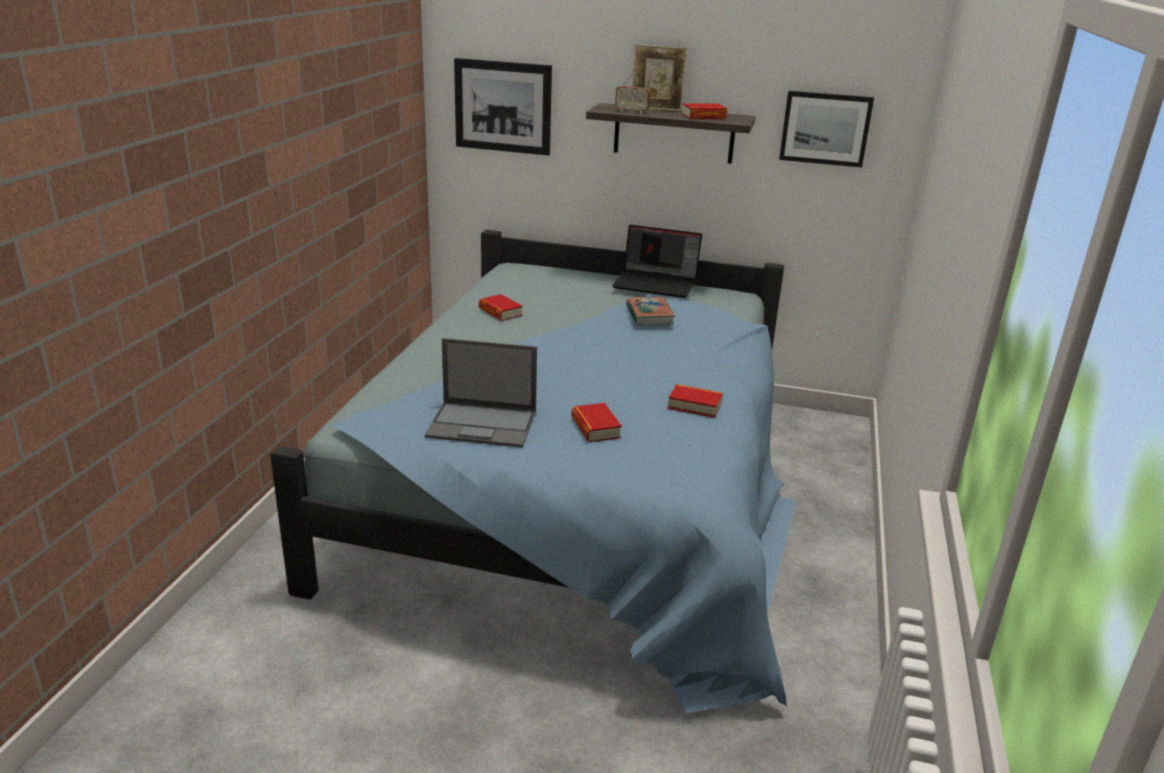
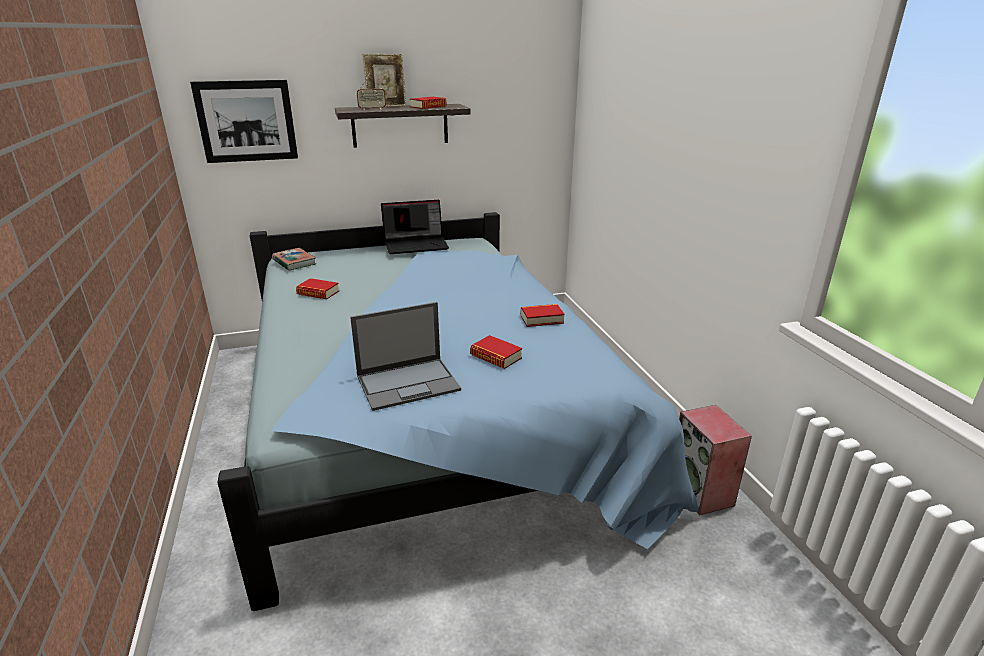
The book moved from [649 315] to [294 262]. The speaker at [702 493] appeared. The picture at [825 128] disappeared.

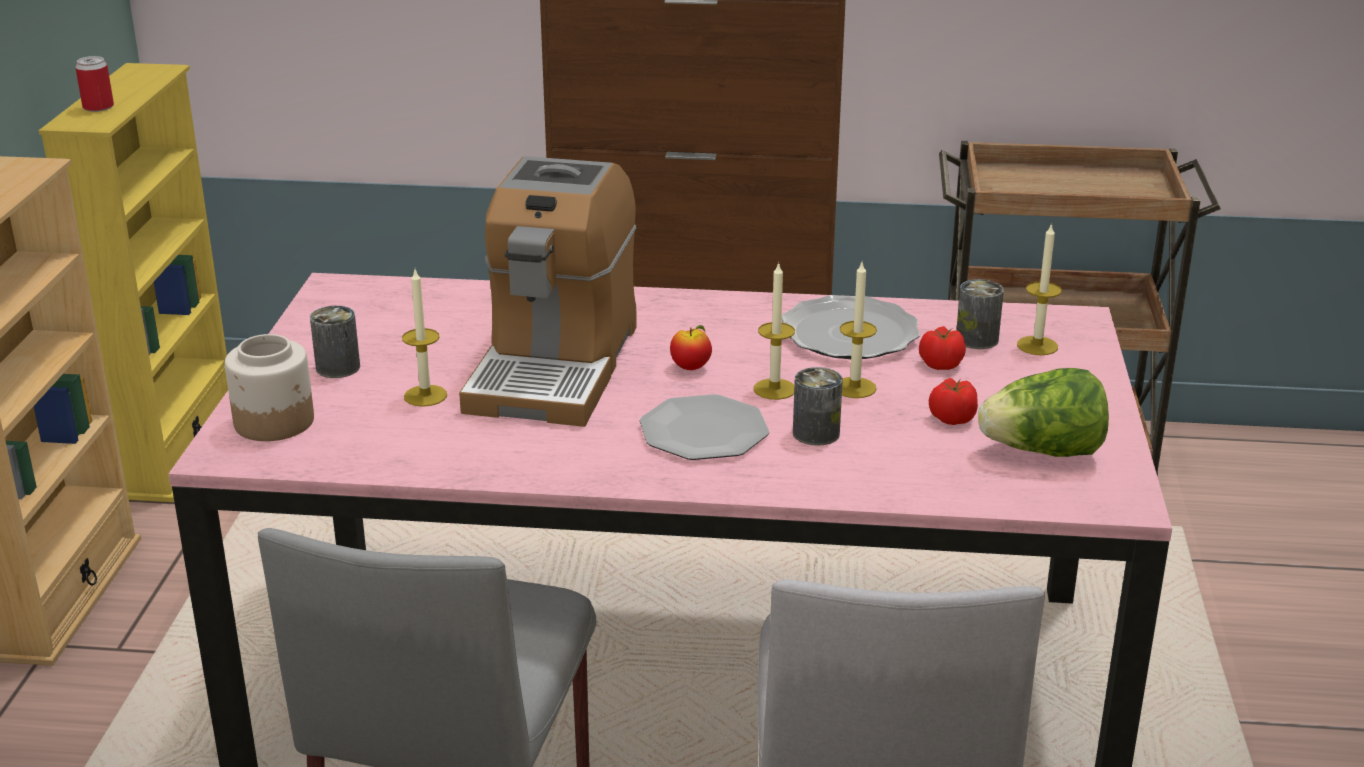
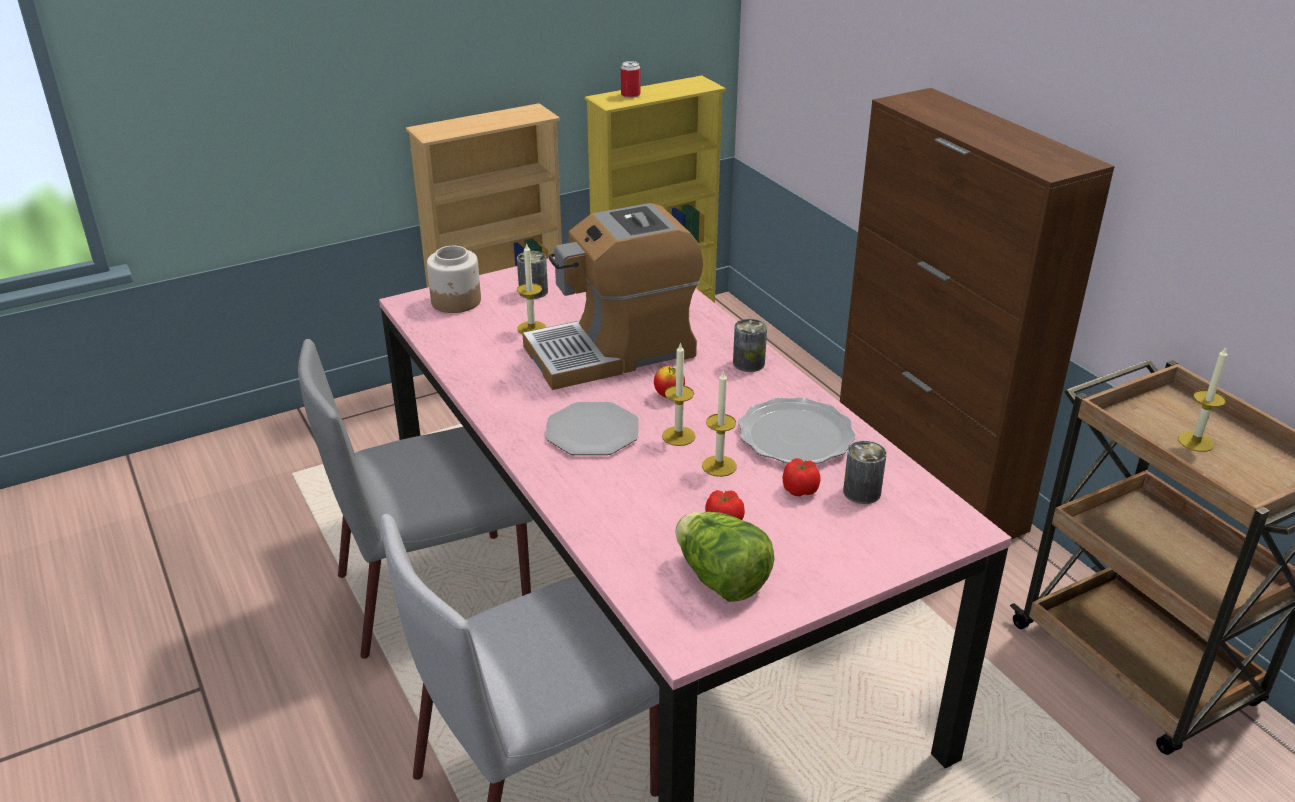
The can moved from [816 433] to [748 363]. The candle moved from [1037 346] to [1195 441].

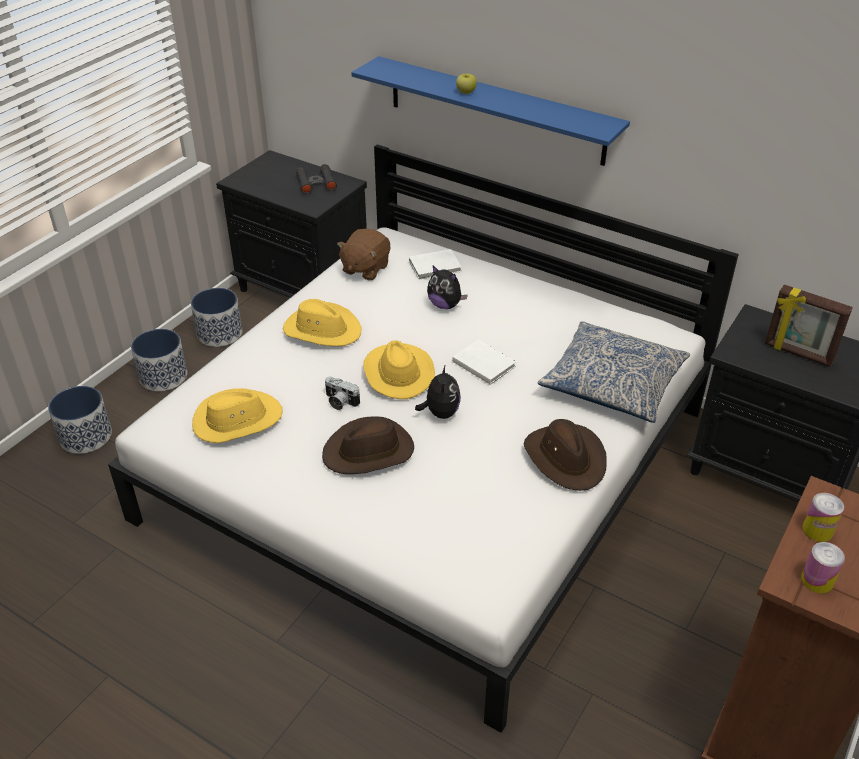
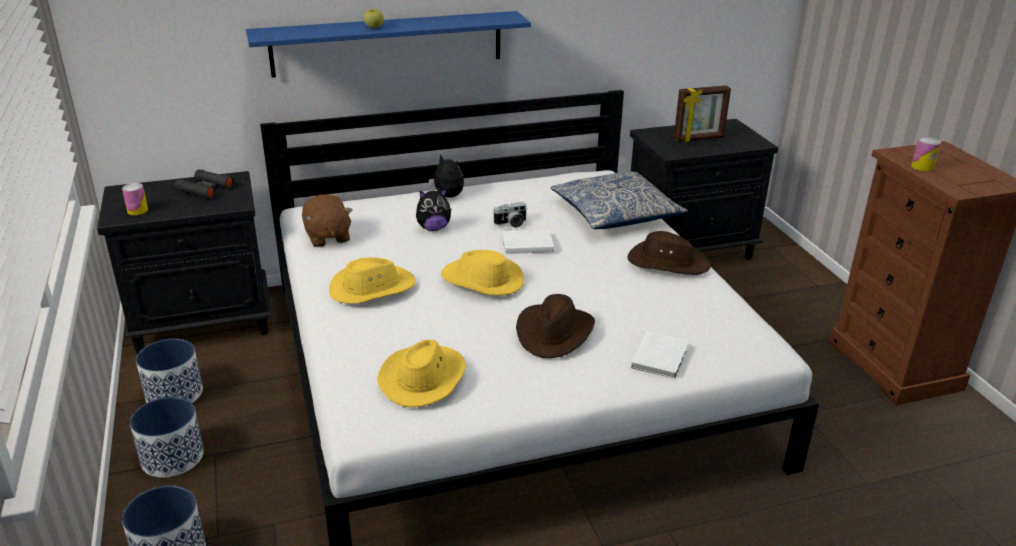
The can moved from [817 580] to [137 210]. The plush toy moved from [440 413] to [447 196]. The photo camera moved from [340 402] to [511 223]. The book in white moved from [436 266] to [661 356].

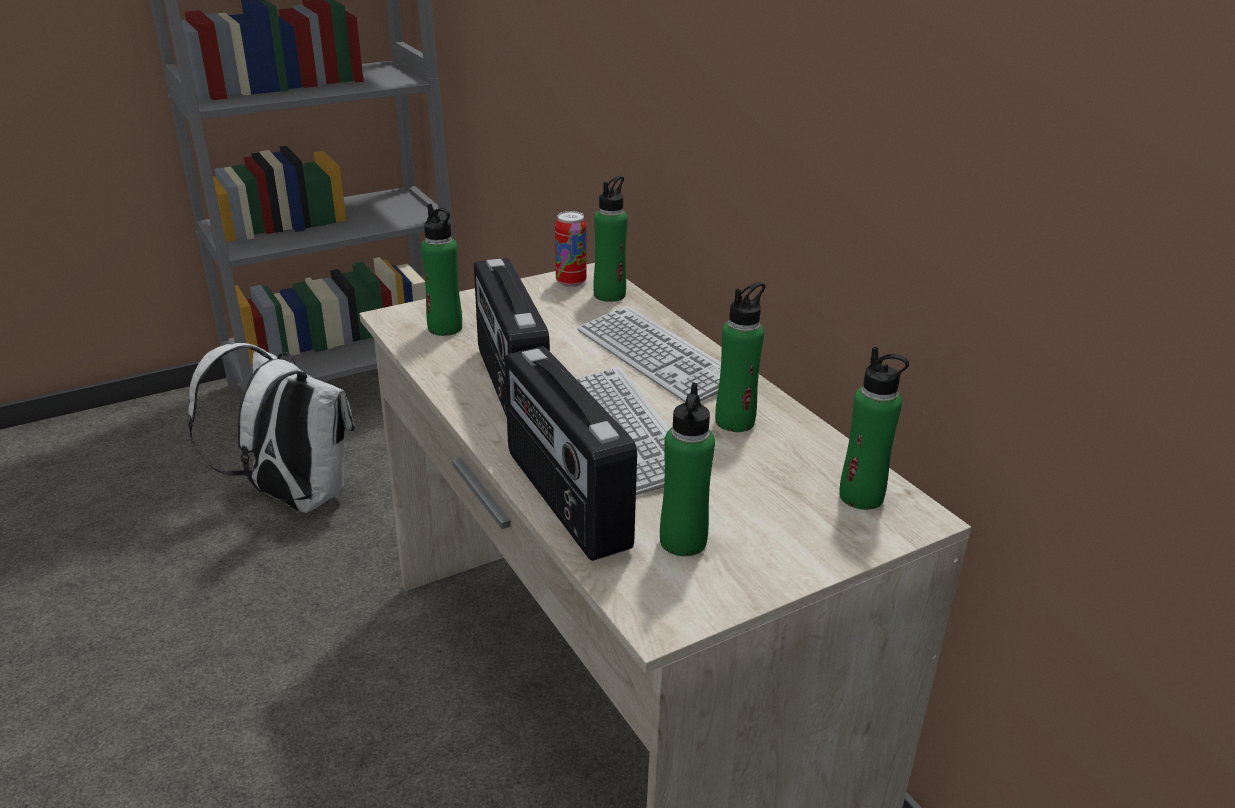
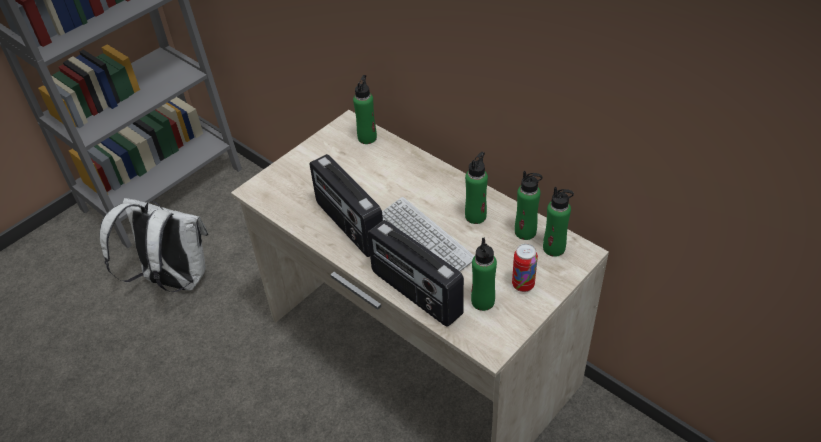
The can moved from [571 282] to [523 285]. The bottle in green moved from [445 328] to [525 232]. The keyboard at [656 357] disappeared.

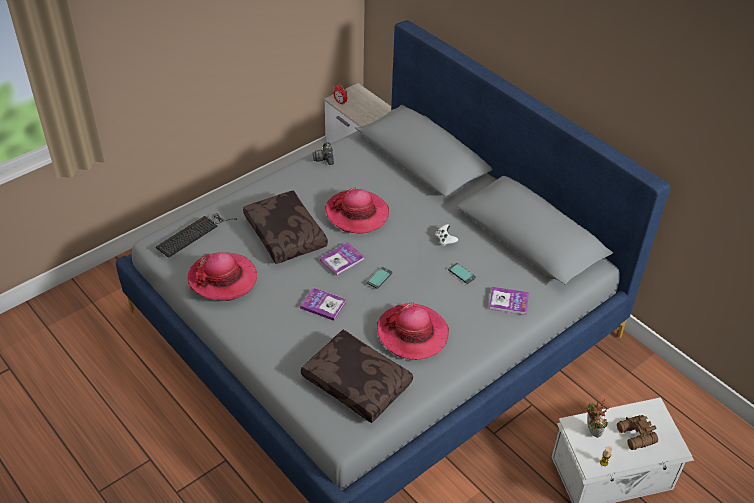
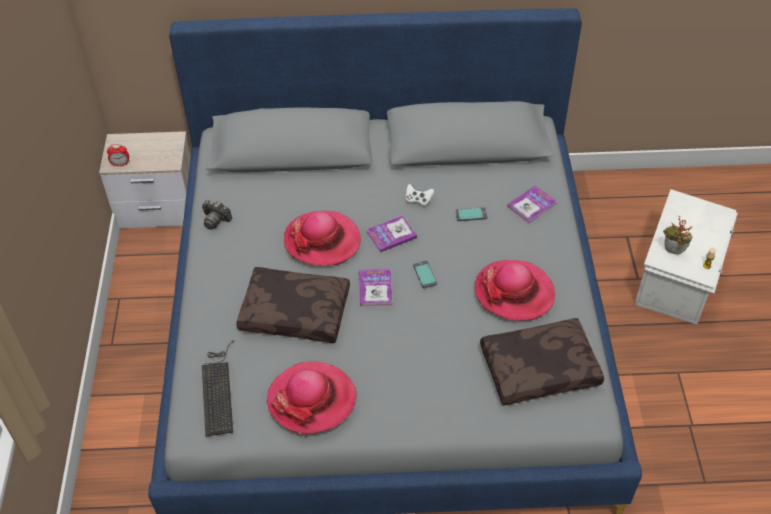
The book moved from [323 305] to [391 235]. The binoculars in brown at [635 436] disappeared.

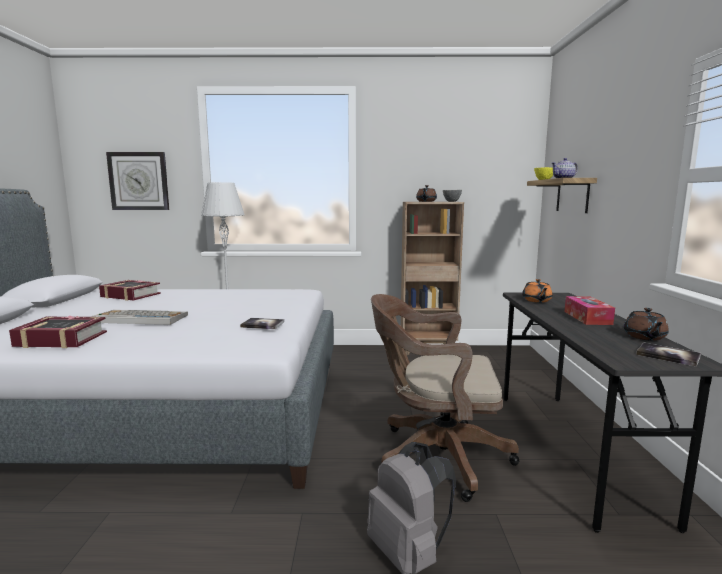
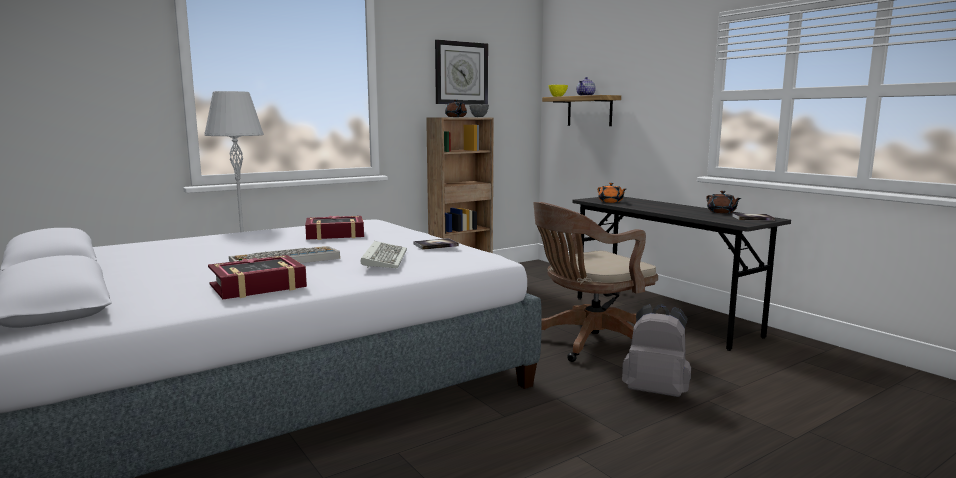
The book moved from [130 295] to [335 234]. The keyboard at [384 258] appeared. The wall clock moved from [139 181] to [461 73]. The tissue box at [587 318] disappeared.

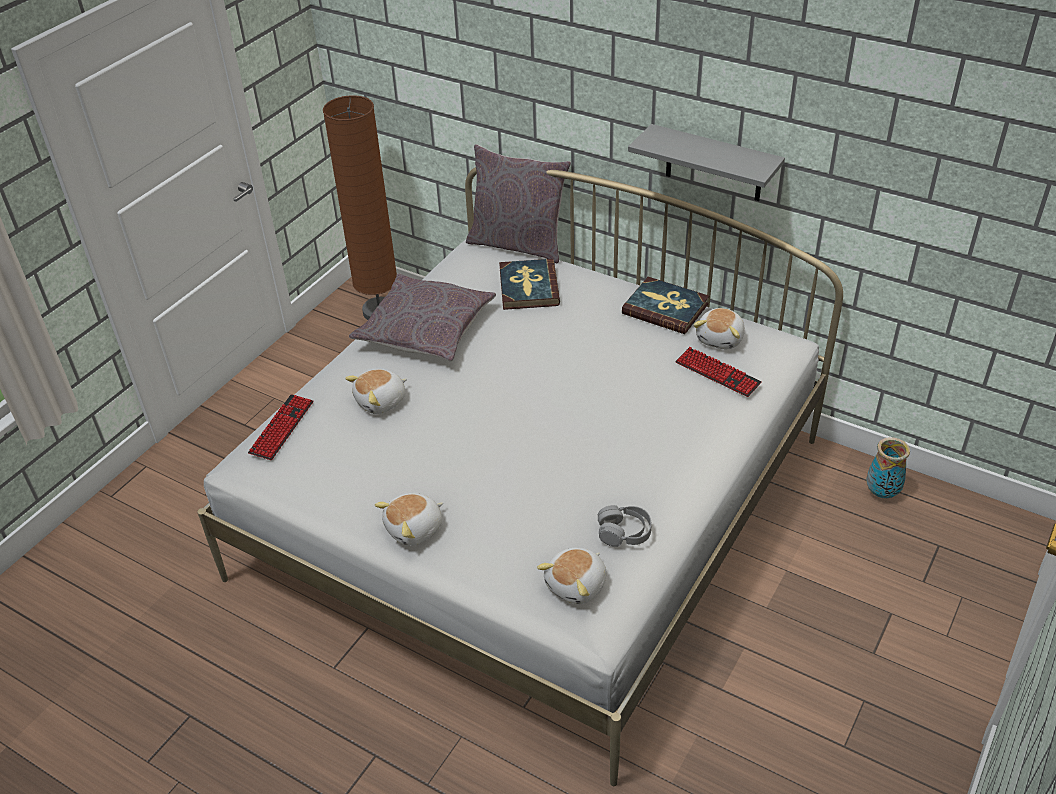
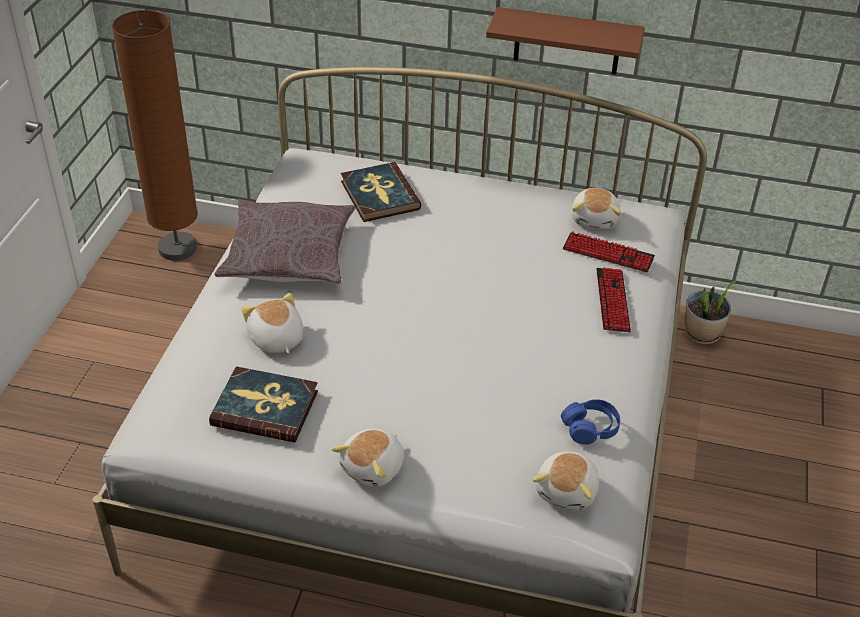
The book moved from [665 308] to [265 408]. The plush toy at [381 401] turned 120 degrees clockwise. The shelf in grey at [714 164] became the shelf in brown at [567 41]. The headphones in grey at [624 532] became the headphones in blue at [590 428]. The keyboard moved from [282 428] to [612 301]. The potted plant at [702 334] appeared. The pillow in grey at [518 244] disappeared. The vase at [882 492] disappeared.

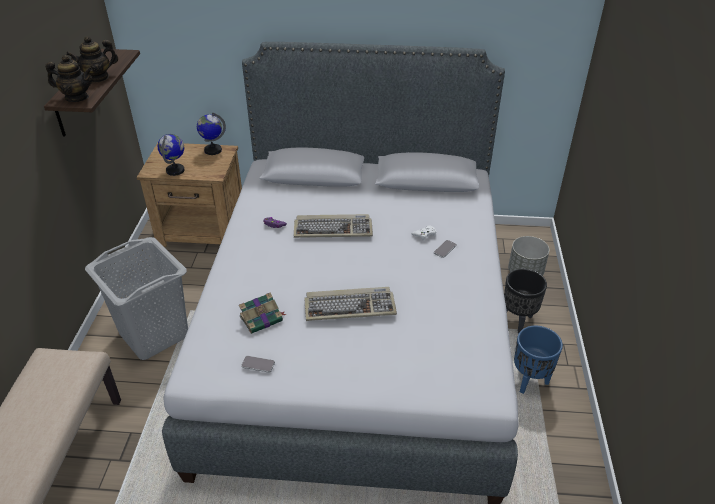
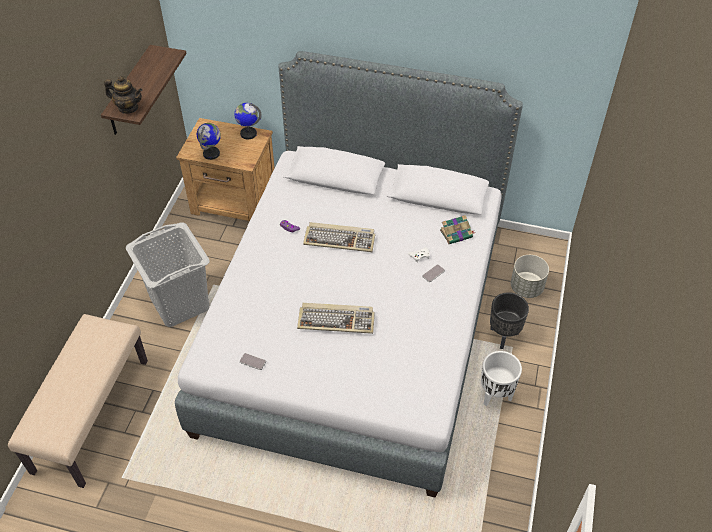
The book moved from [262 318] to [456 234]. The planter in blue at [530 381] became the planter in white at [495 396]. The teapot at [98 77] disappeared.

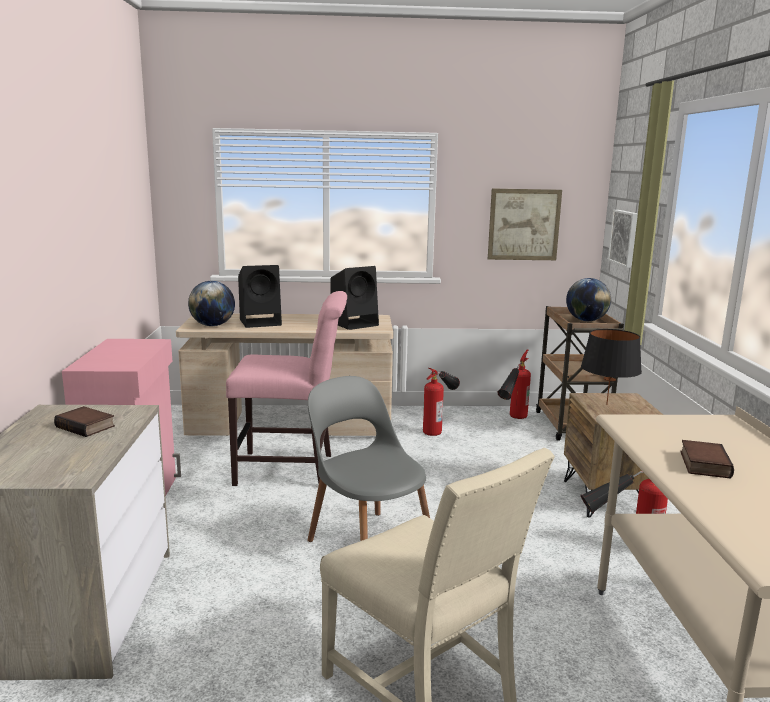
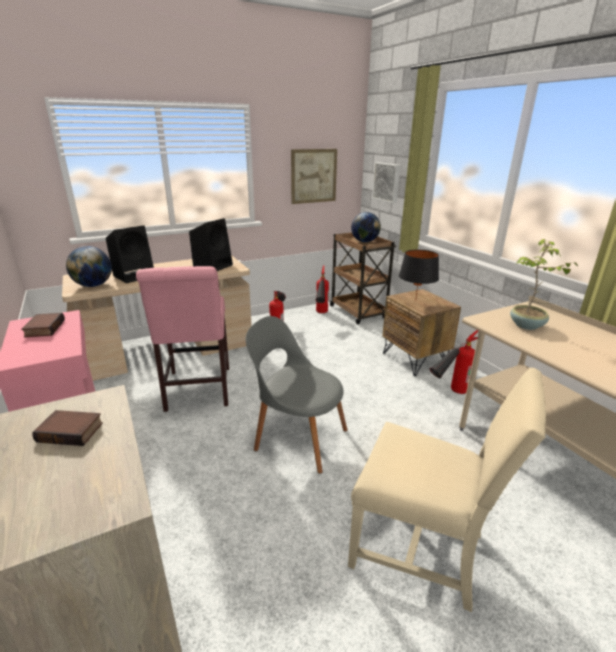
The book moved from [702 464] to [44 328]. The chair in pink at [291 470] turned 105 degrees clockwise. The potted plant at [527 326] appeared.

